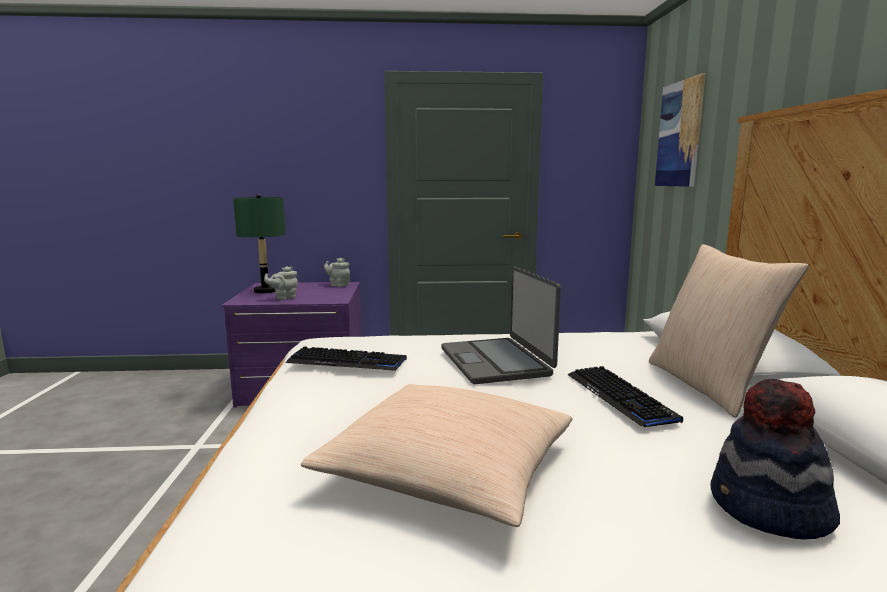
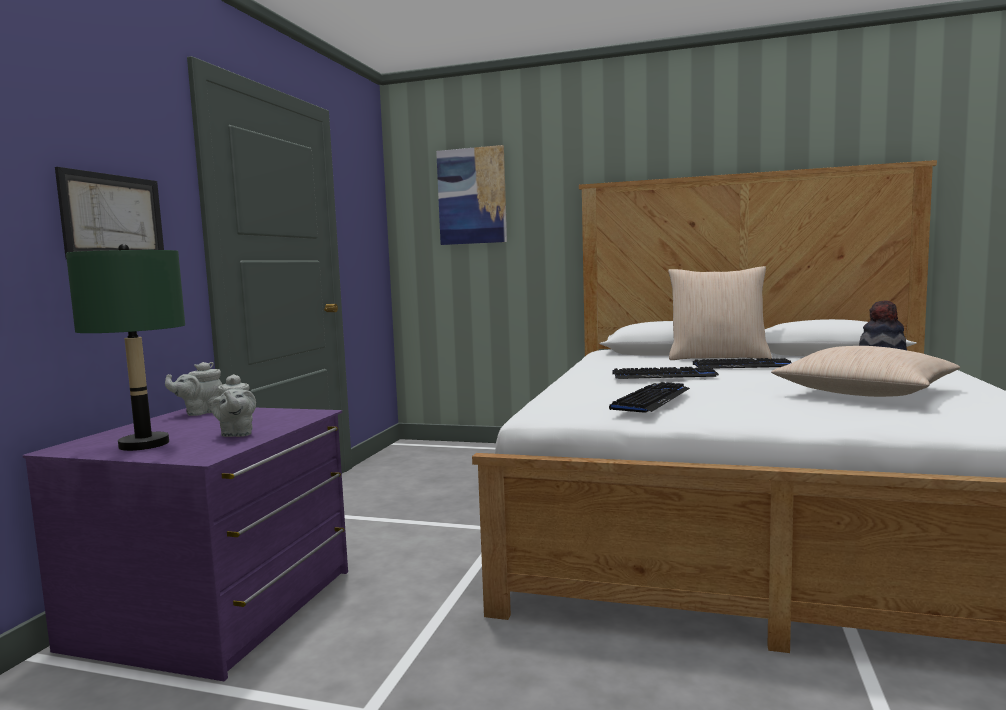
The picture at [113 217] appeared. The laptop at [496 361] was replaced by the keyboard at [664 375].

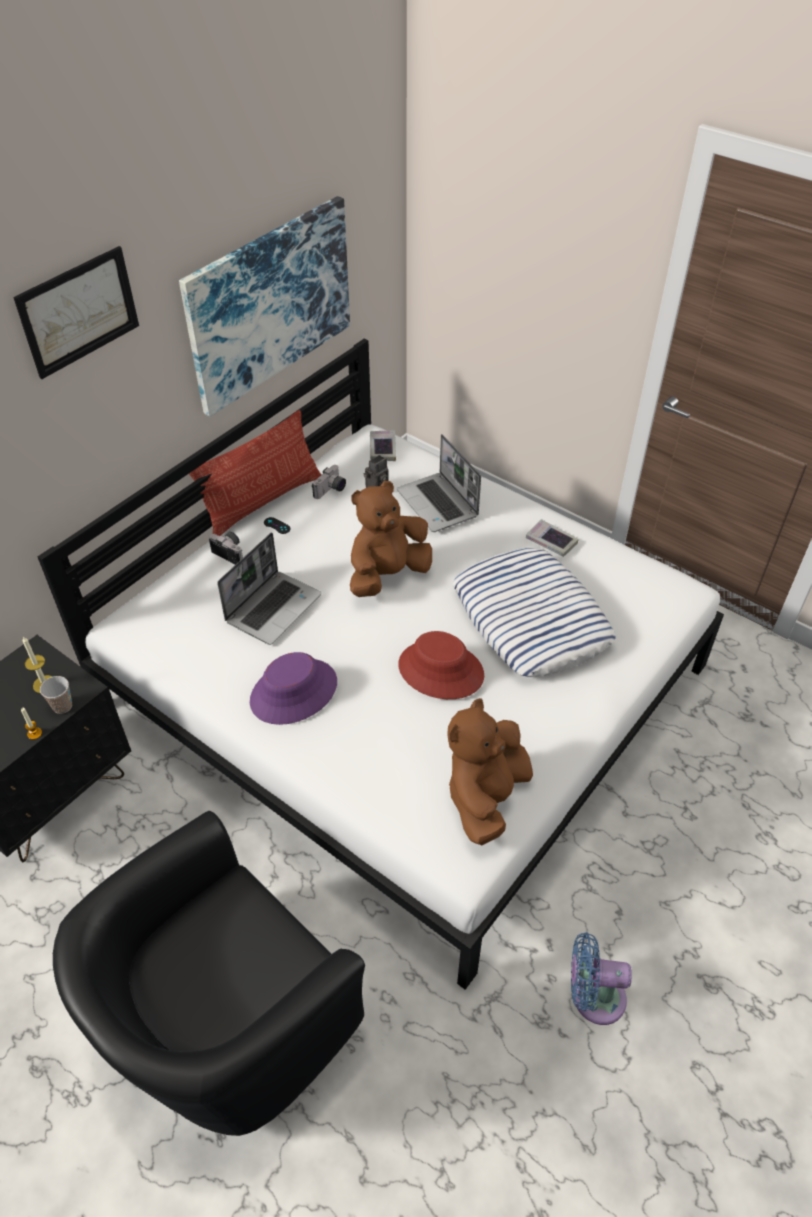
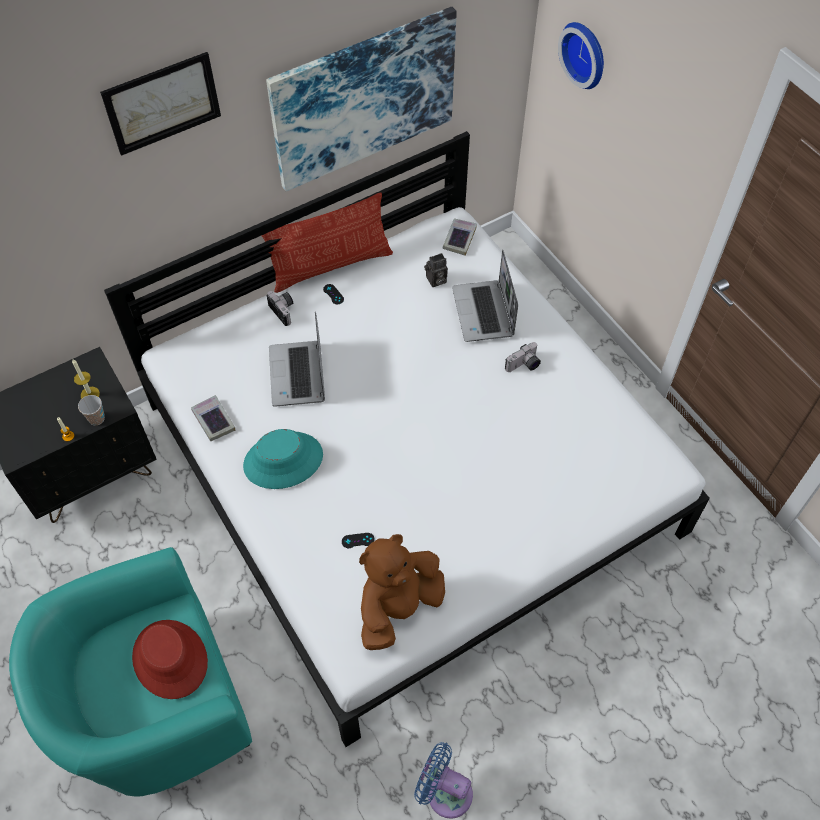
The armchair in black at [226 1027] became the armchair in turquoise at [155 708]. The hat in red moved from [440 670] to [170 659]. The book moved from [551 541] to [213 420]. The hat in purple at [294 692] became the hat in turquoise at [283 461]. The laptop at [273 607] turned 120 degrees clockwise. The game controller in black at [358 540] appeared. The photo camera moved from [331 490] to [524 366]. The wall clock at [586 53] appeared. The plush toy in brown at [387 575] disappeared. The pillow at [530 619] disappeared.

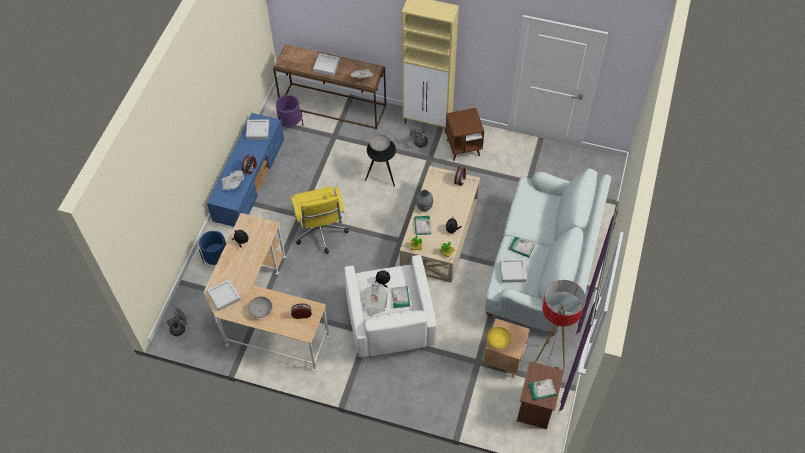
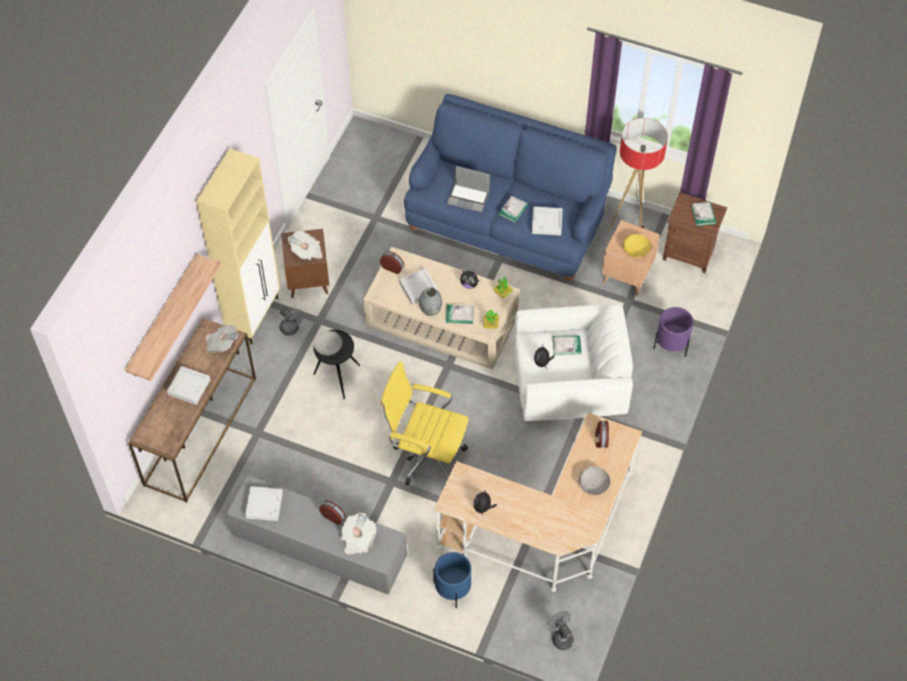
The shelf at [163 317] appeared. The tv stand in blue at [249 179] became the tv stand in grey at [318 546]. The newspaper moved from [374 303] to [306 251]. The office chair in yellow at [321 233] turned 150 degrees counterclockwise. The tray in grey moved from [224 296] to [418 288]. The sofa in white at [542 269] became the sofa in blue at [507 222]. The laptop at [468 198] appeared. The planter in purple moved from [290 123] to [671 345].

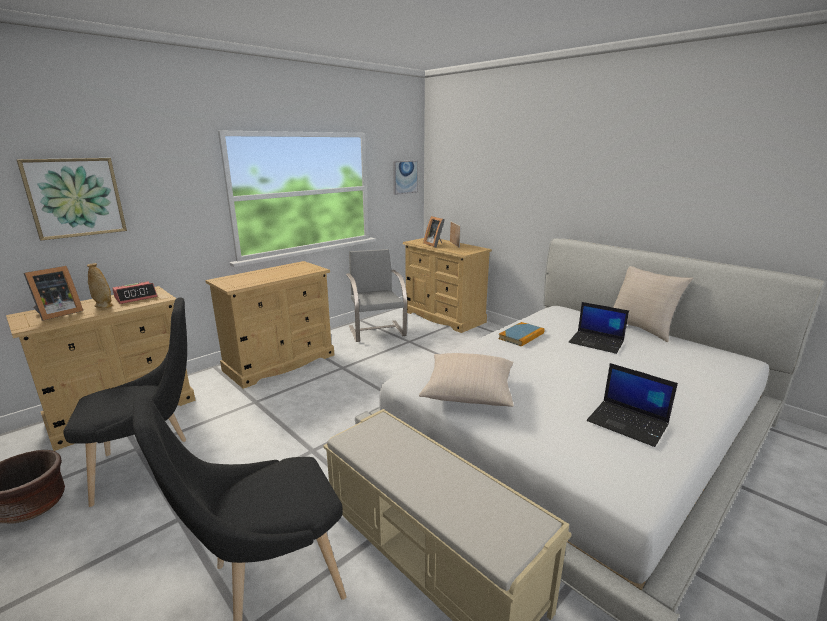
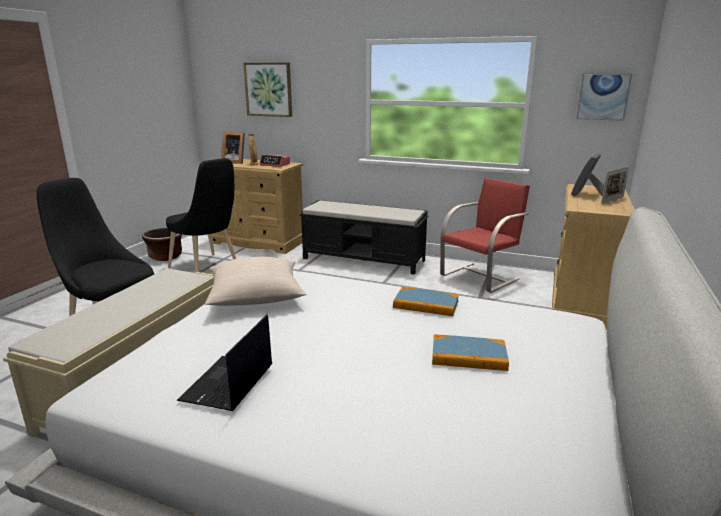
The dresser in beige at [280 362] was replaced by the bench in black at [364 259]. The laptop at [597 342] was replaced by the book at [468 356]. The chair in grey at [377 330] became the chair in red at [480 277]. The pillow in beige at [641 328] disappeared.

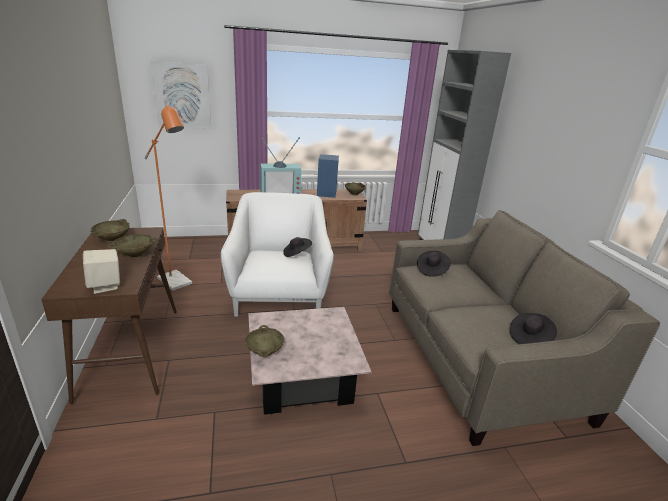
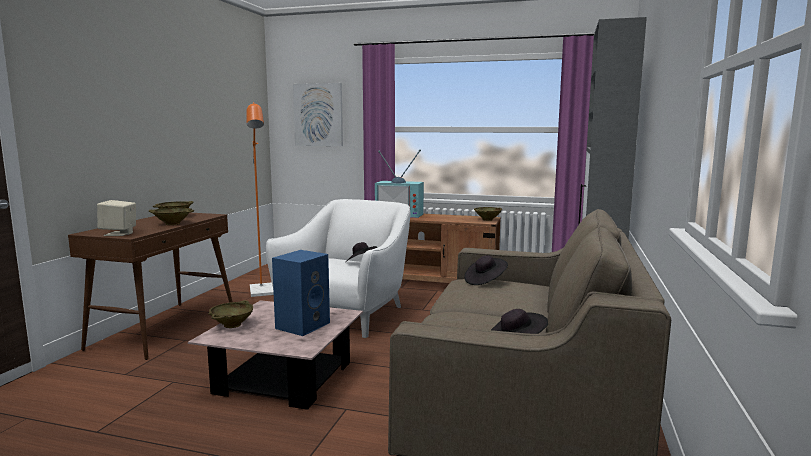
The speaker in blue moved from [326 193] to [303 325].

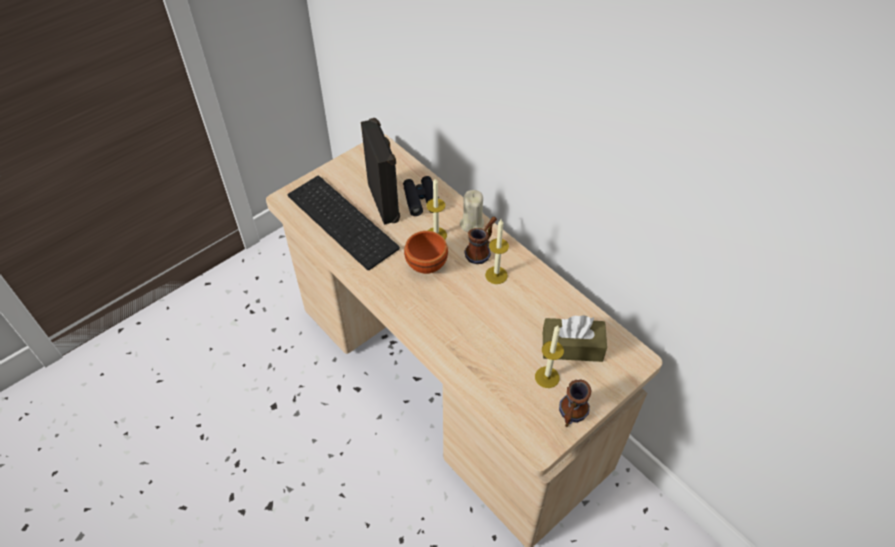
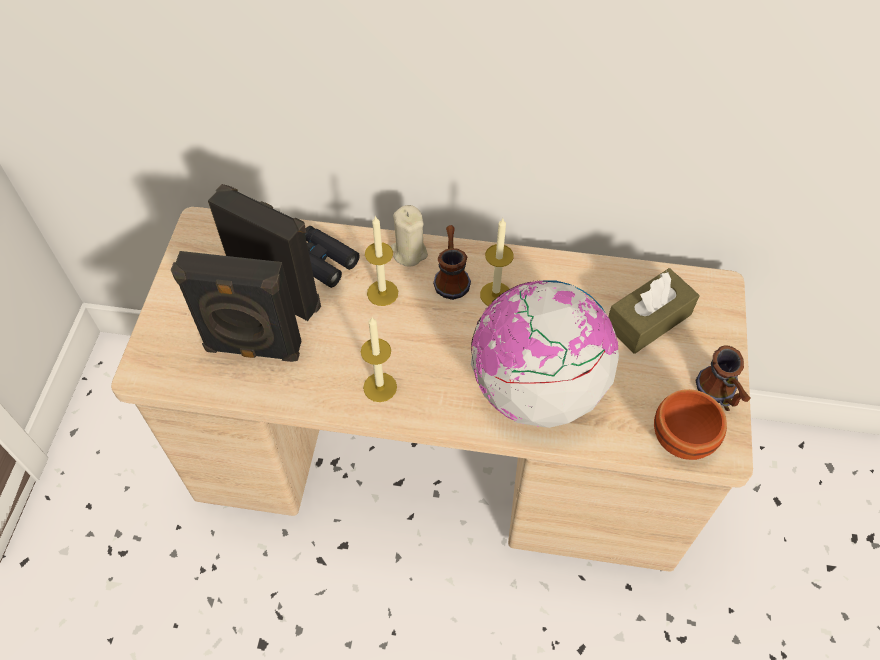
The keyboard at [345 221] was replaced by the speaker in black at [252 349]. The candle moved from [547 377] to [380 387]. The globe at [536 389] appeared. The bowl in brown moved from [427 266] to [684 440].

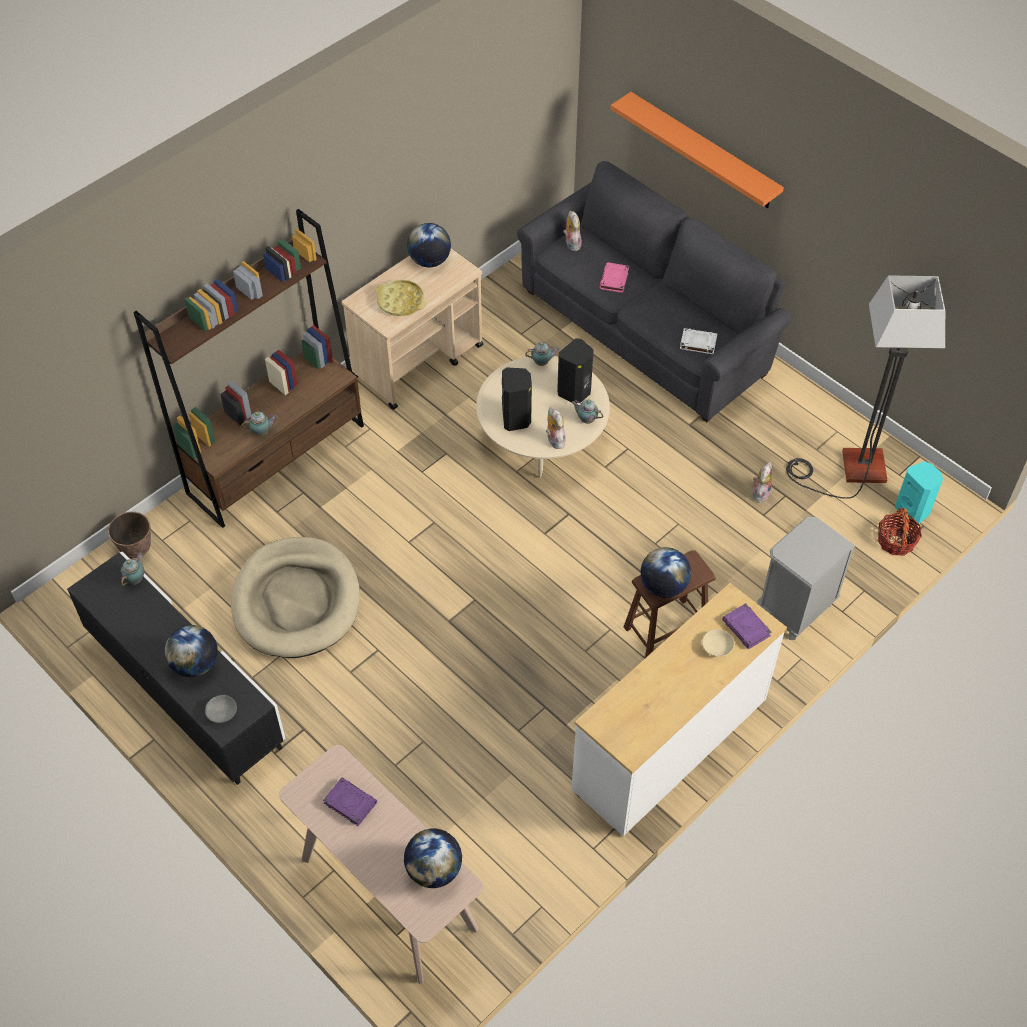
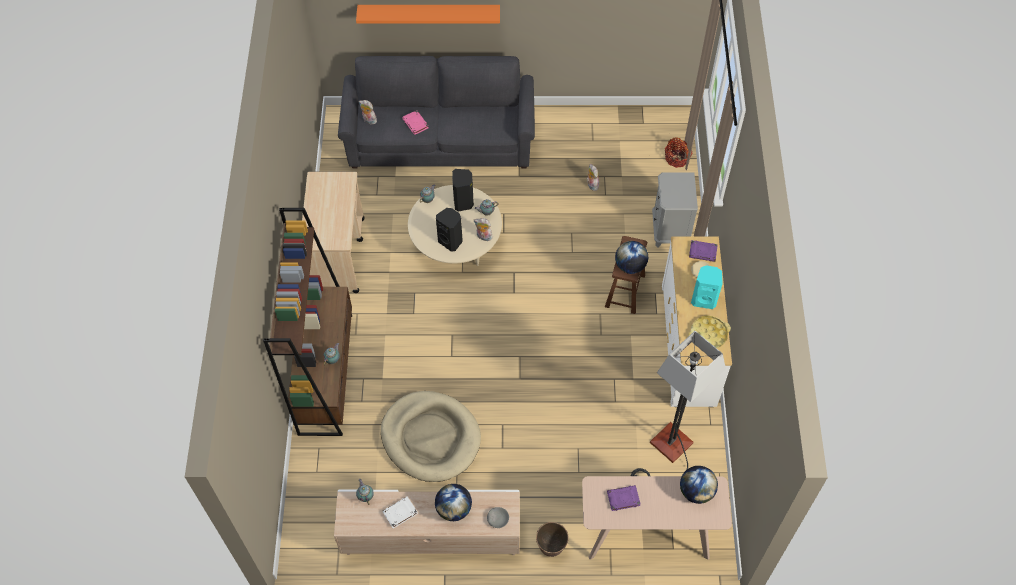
The tv stand in black at [186 692] became the tv stand in beige at [431 535]. The book in white moved from [697 343] to [400 513]. The planter moved from [136 550] to [551 547]. The floor lamp moved from [849 470] to [666 452]. The tray in yellow moved from [401 301] to [708 334]. The speaker in turquoise moved from [913 510] to [704 299]. The globe at [430 261] disappeared.

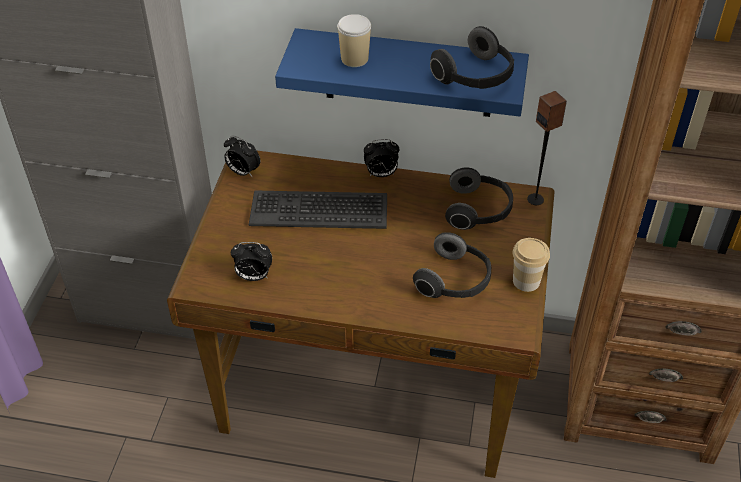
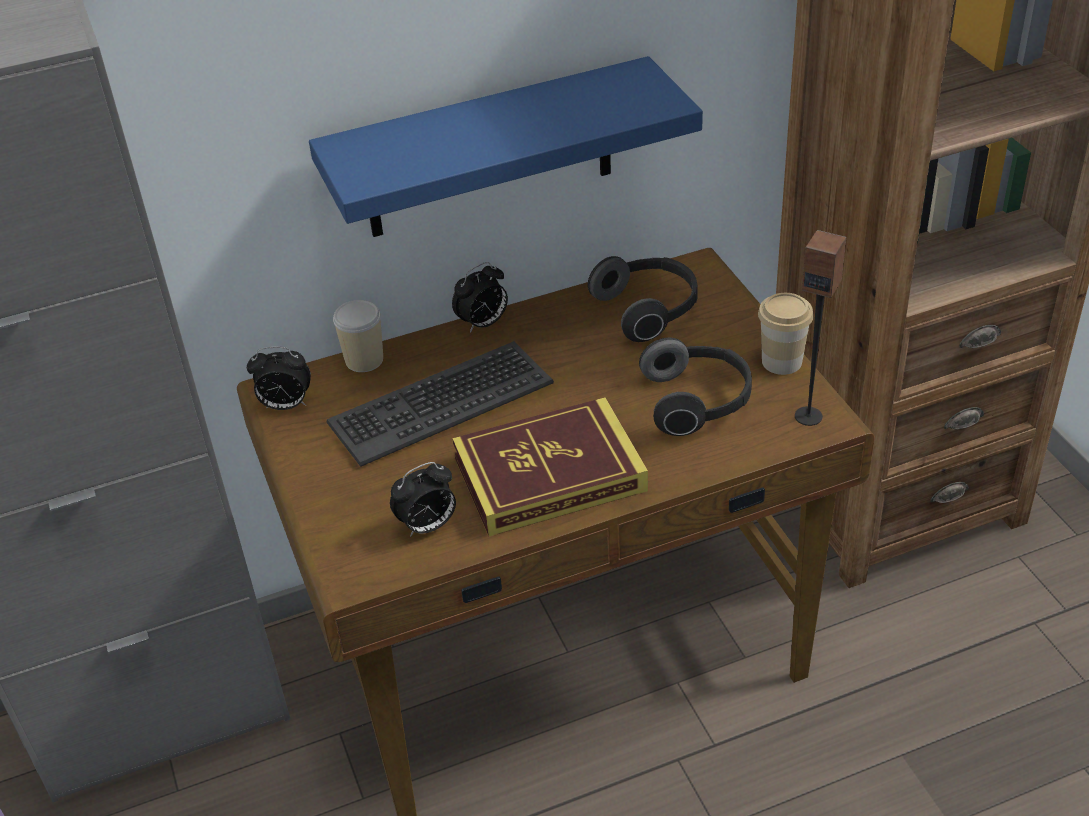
The cup moved from [354 59] to [364 360]. The book at [549 474] appeared. The speaker moved from [535 199] to [808 416]. The headphones at [475 77] disappeared.

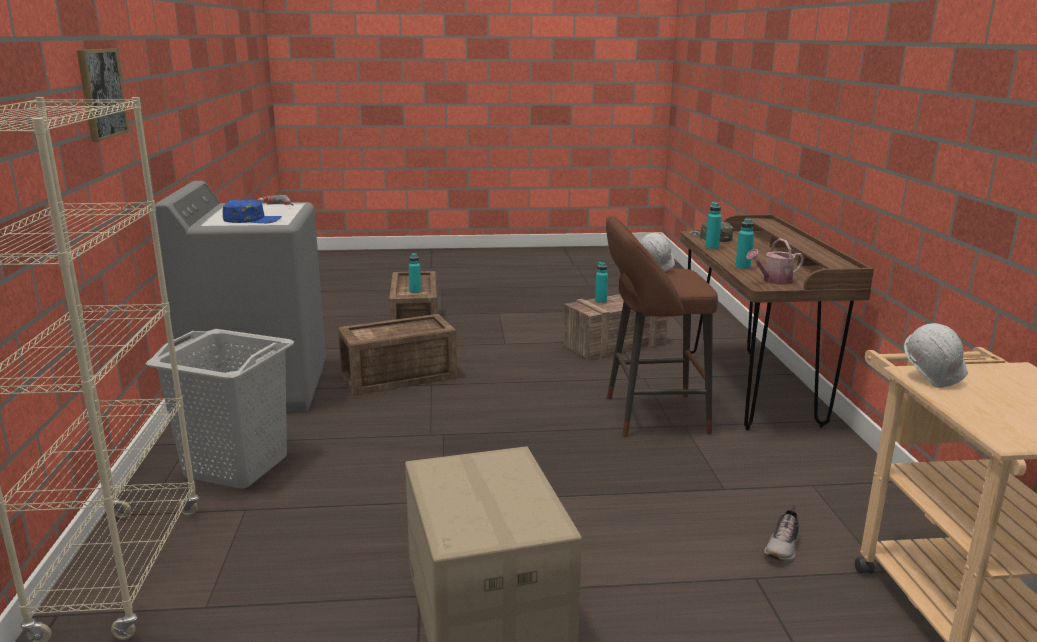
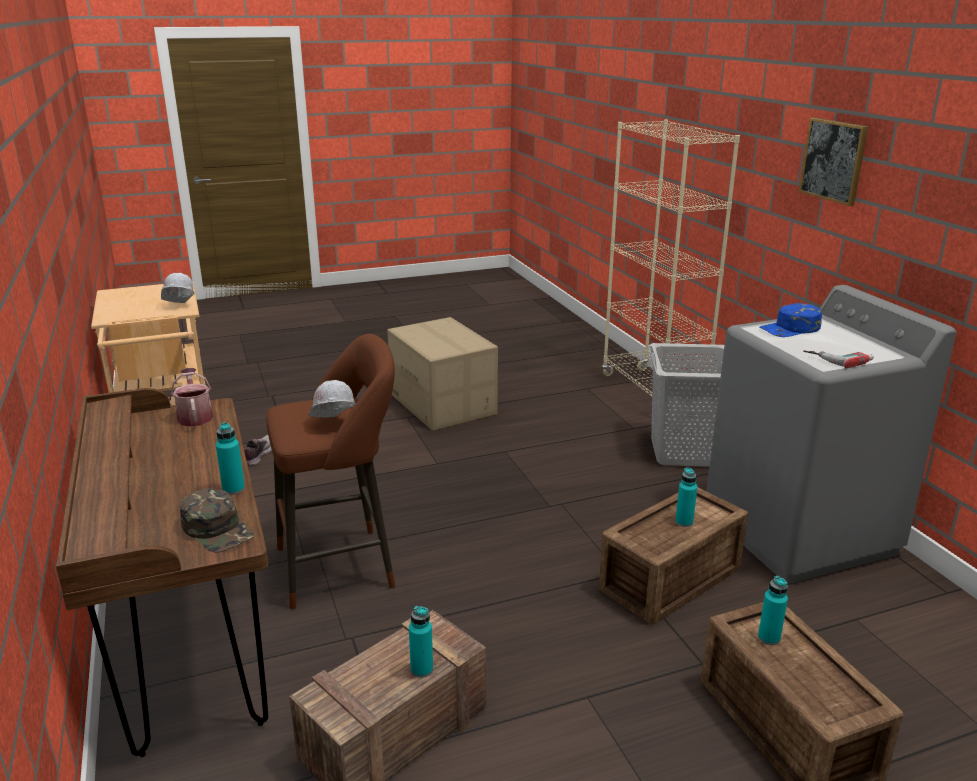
The watering can at [773 281] turned 75 degrees counterclockwise. The bottle in turquoise moved from [742 267] to [684 522].

